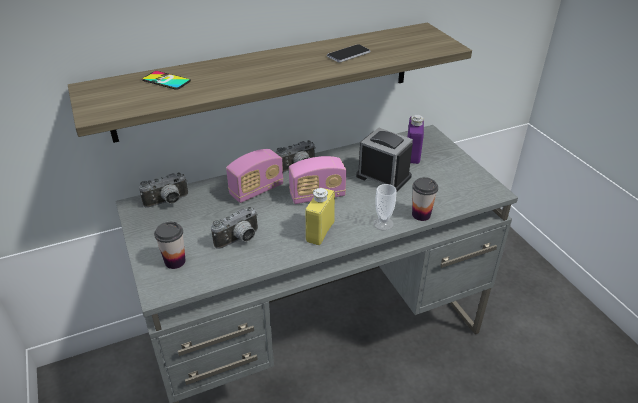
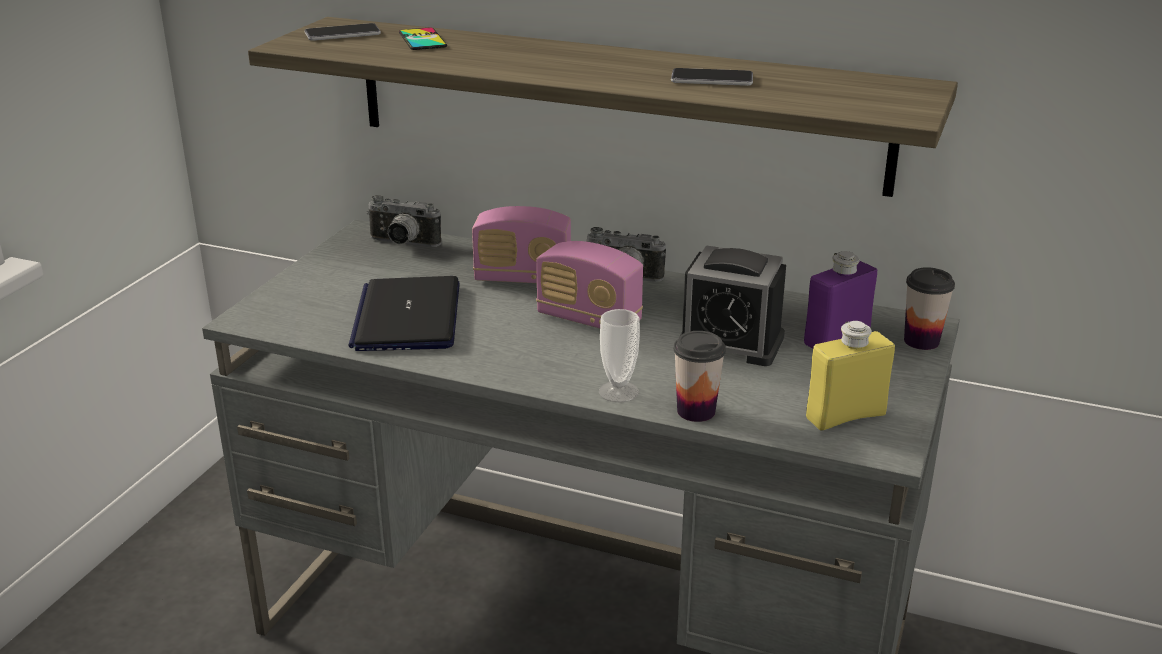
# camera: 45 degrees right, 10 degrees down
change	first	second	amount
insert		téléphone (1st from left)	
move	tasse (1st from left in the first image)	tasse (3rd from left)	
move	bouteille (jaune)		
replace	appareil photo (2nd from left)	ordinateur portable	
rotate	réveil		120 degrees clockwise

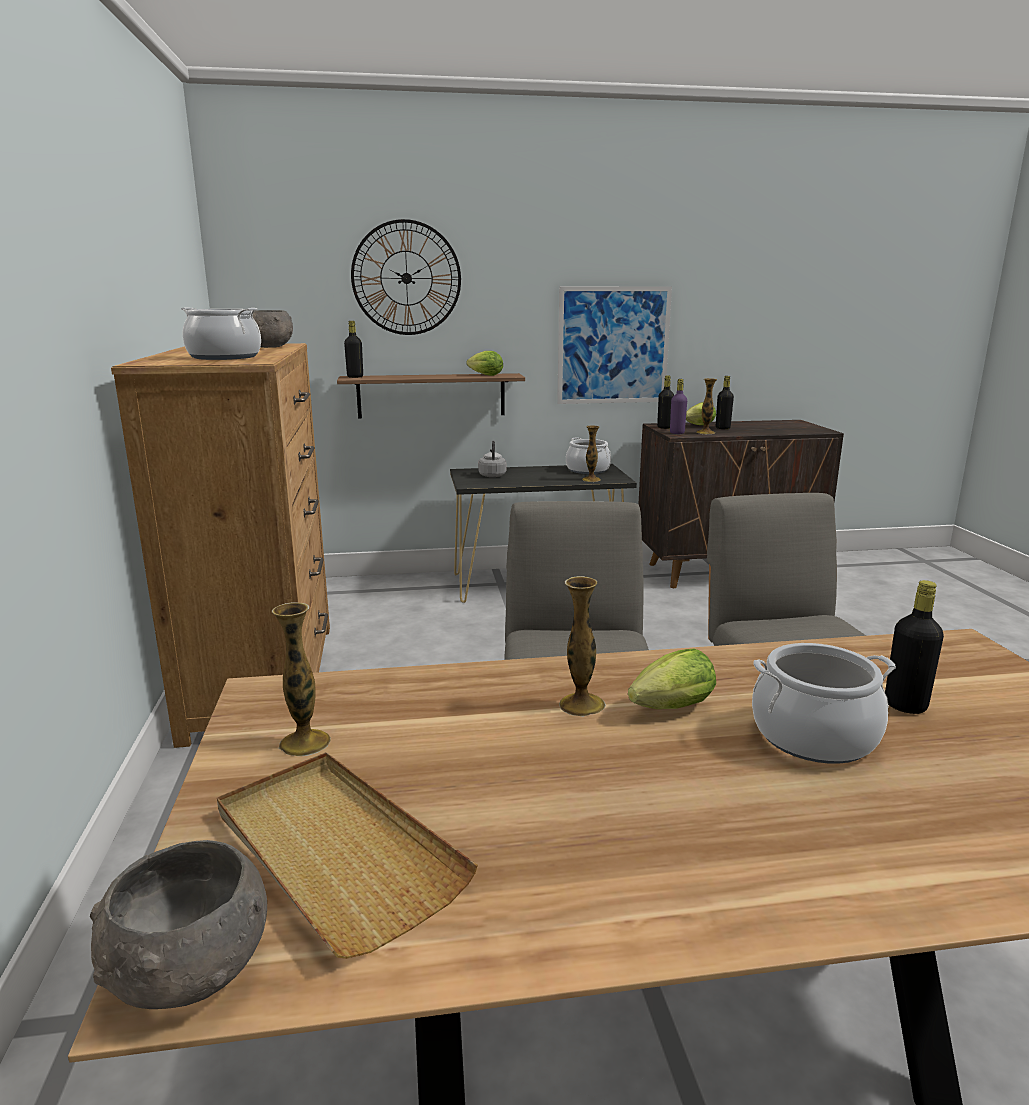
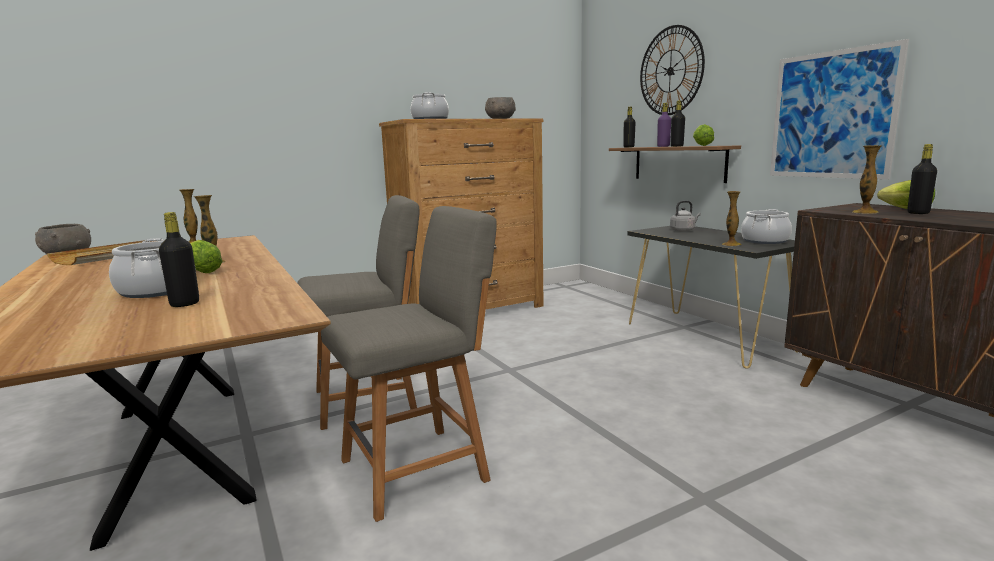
# camera: 70 degrees right, 5 degrees down
change	first	second	amount
move	bouteille (noir) (2nd from left in the first image)	bouteille (noir) (3rd from left)	
move	bouteille (violet)		

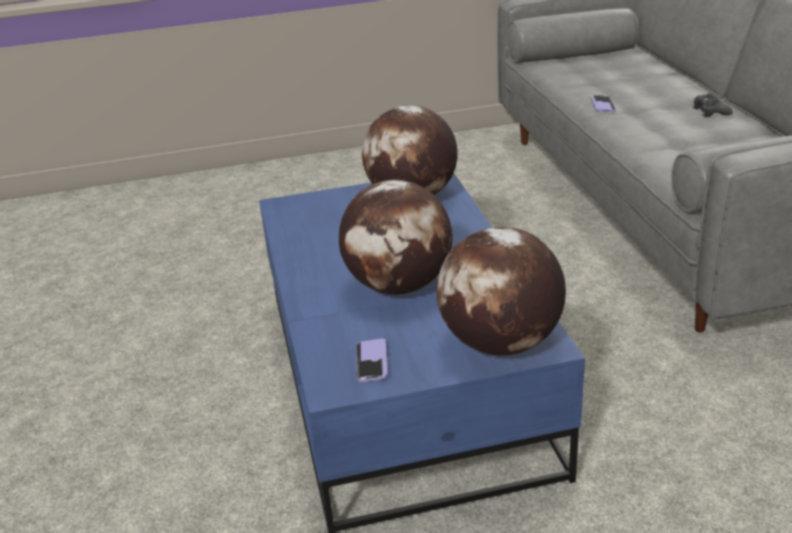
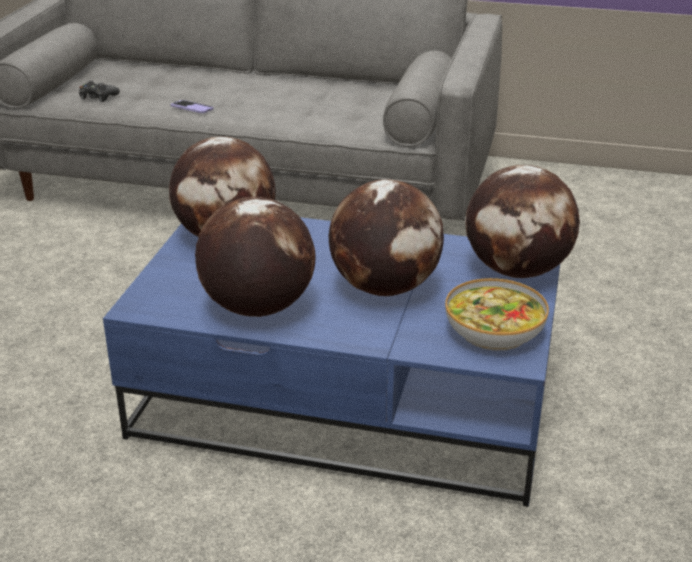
# camera: 65 degrees left, 0 degrees up
change	first	second	amount
insert		globe (2nd from left)	
move	manette (noir)		
replace	téléphone (1st from left)	bol	

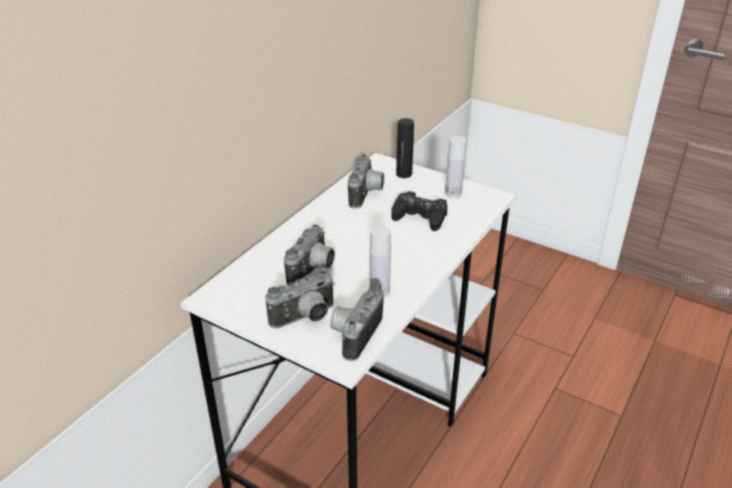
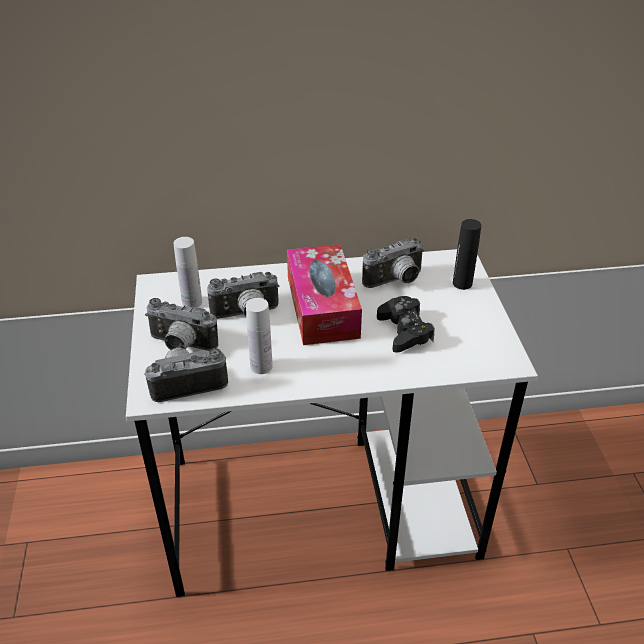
# camera: 50 degrees right, 5 degrees up
change	first	second	amount
insert		boîte à mouchoirs	
move	bouteille (blanc) (2nd from left in the first image)	bouteille (blanc) (1st from left)	

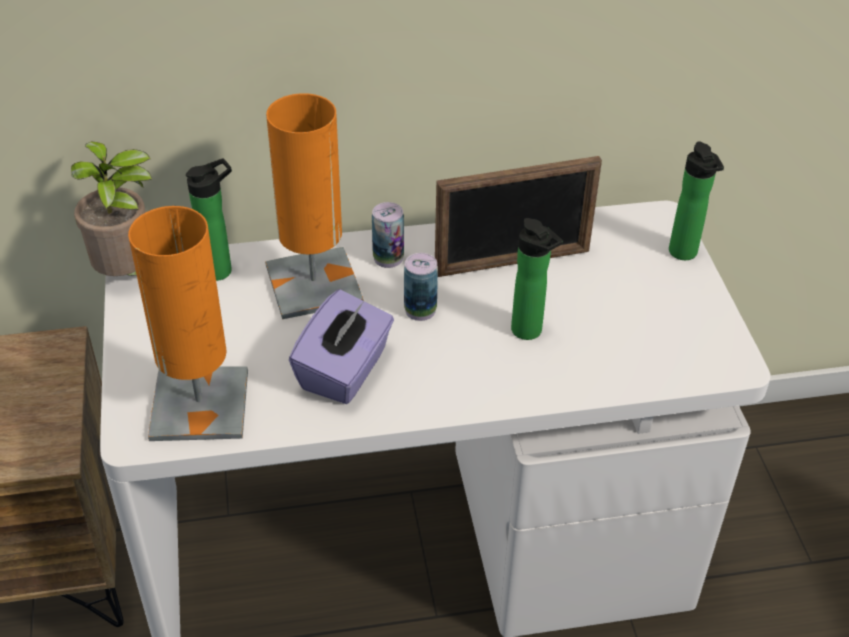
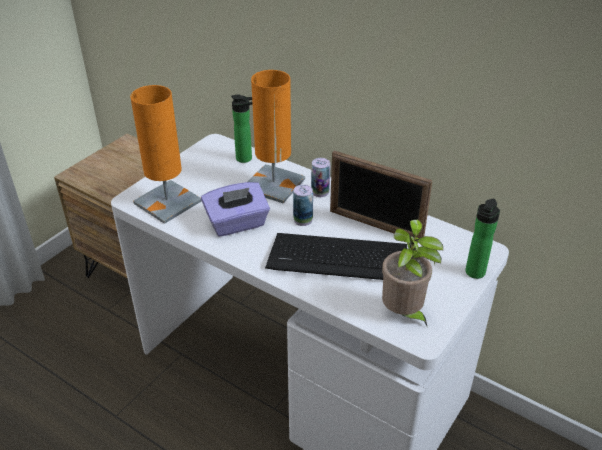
# camera: 45 degrees right, 5 degrees down
change	first	second	amount
move	plante en pot		
replace	bouteille (2nd from left)	clavier	

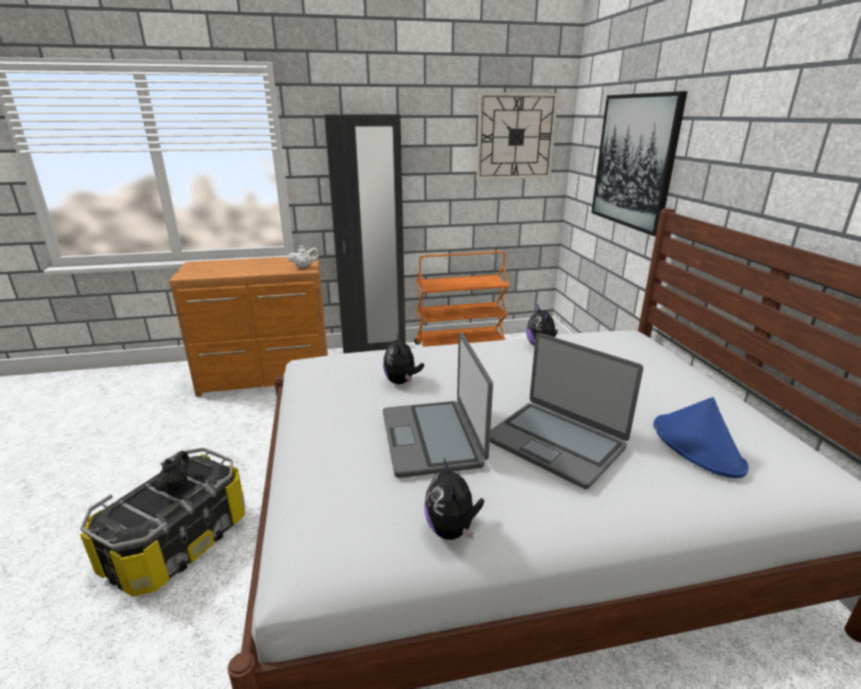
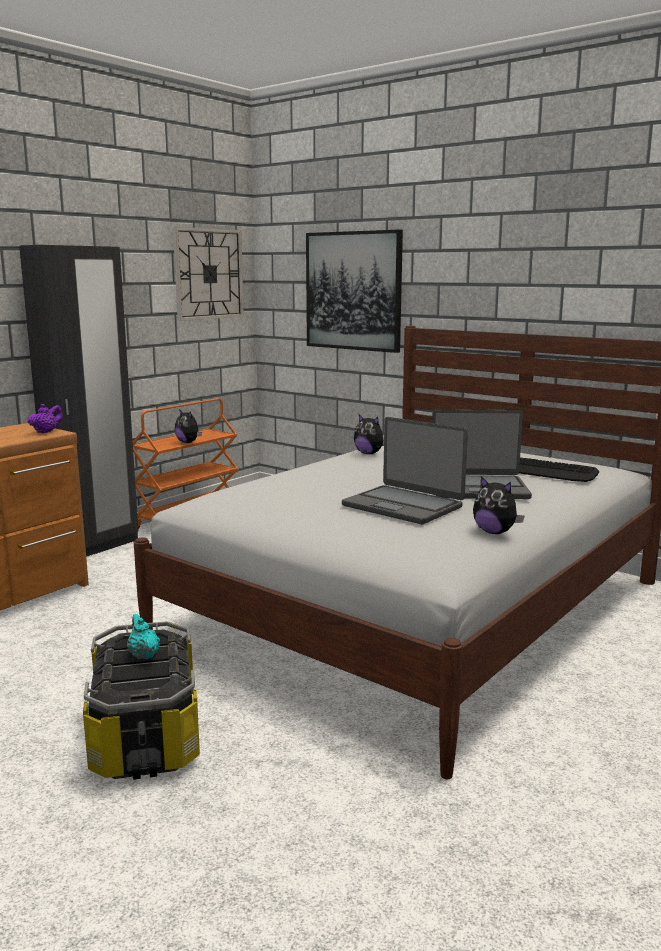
# camera: 40 degrees left, 10 degrees down
change	first	second	amount
move	peluche (1st from left)		
replace	chapeau (bleu)	clavier	
recolor	théière (noir)	théière (turquoise)	
recolor	théière (blanc)	théière (violet)	

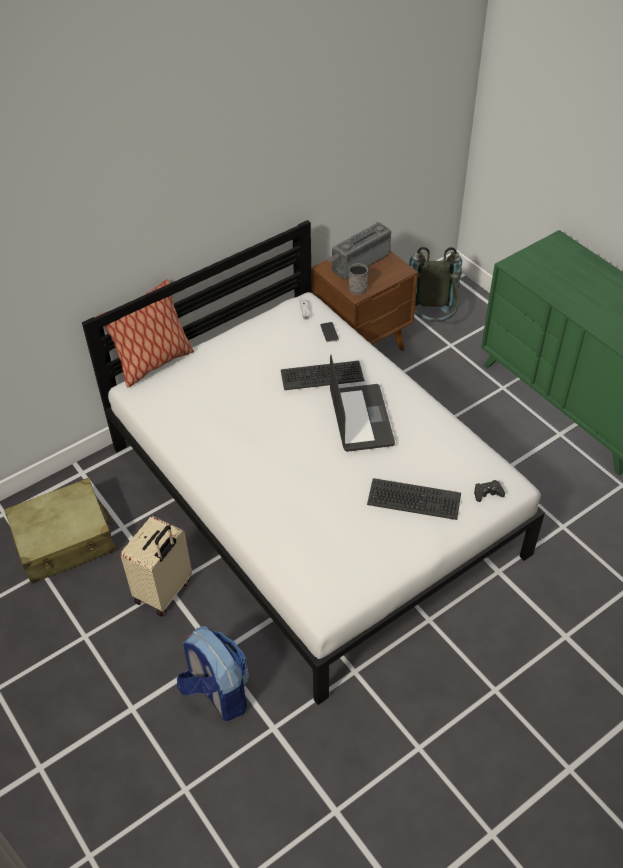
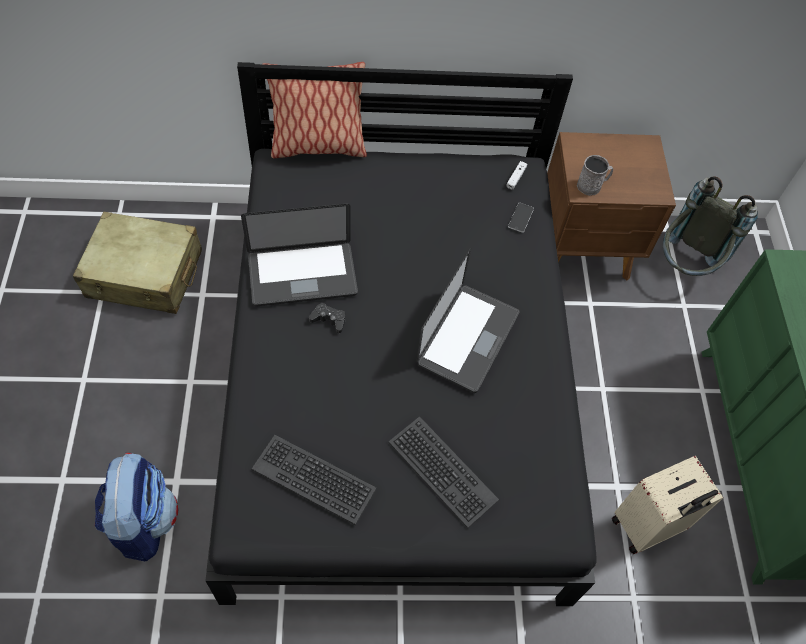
# camera: 30 degrees right, 10 degrees up
change	first	second	amount
delete	radio		
insert		ordinateur portable (1st from left)	
move	valise (beige) (2nd from left)		
move	clavier (1st from left)		
move	manette (noir)		
recolor	lit (blanc)	lit (noir)	

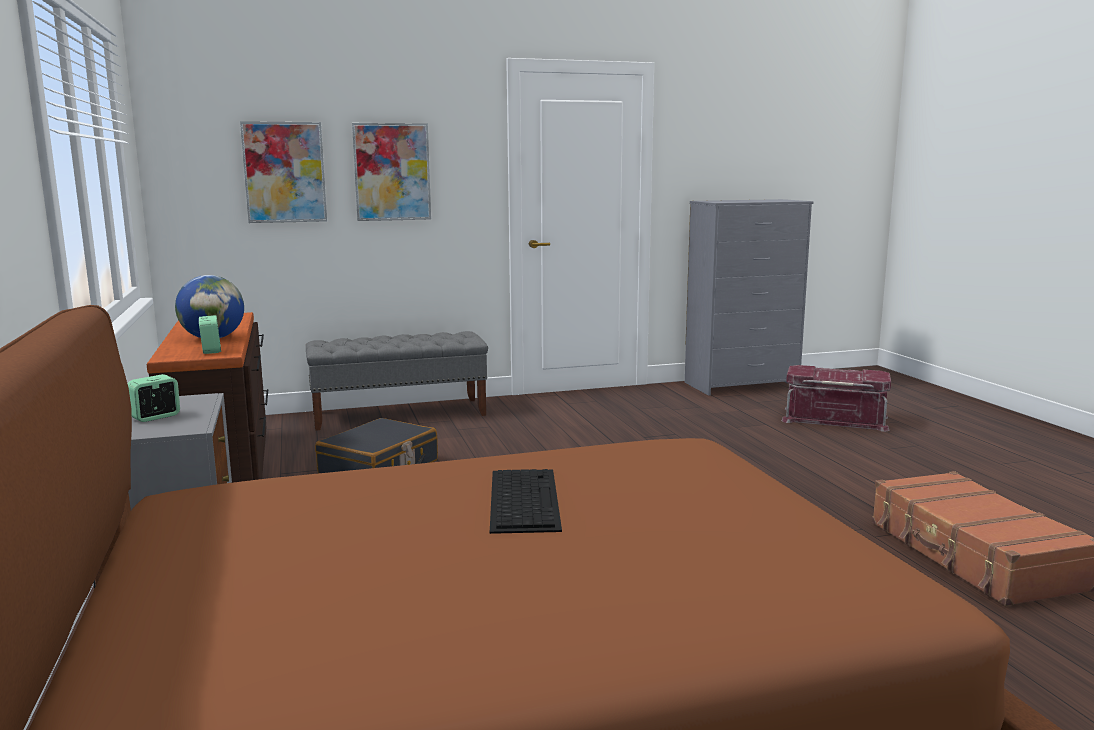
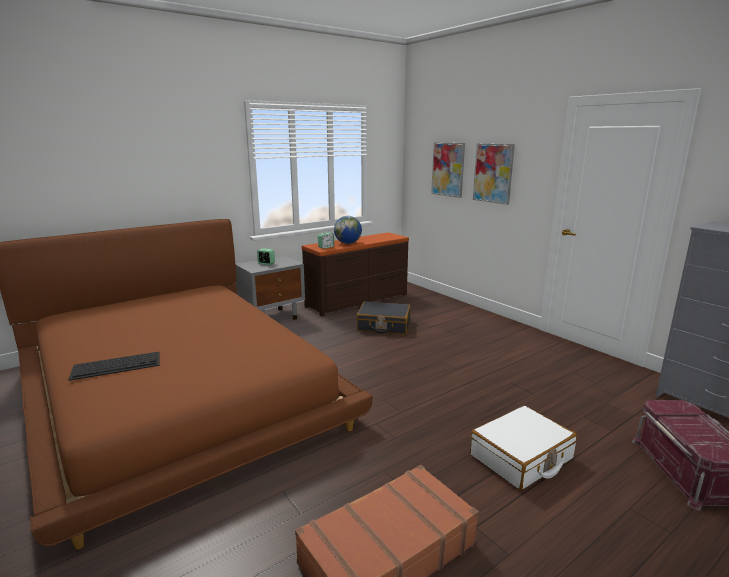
# camera: 70 degrees right, 5 degrees up
change	first	second	amount
delete	banc (gris)		
insert		valise (blanc)	
move	clavier		

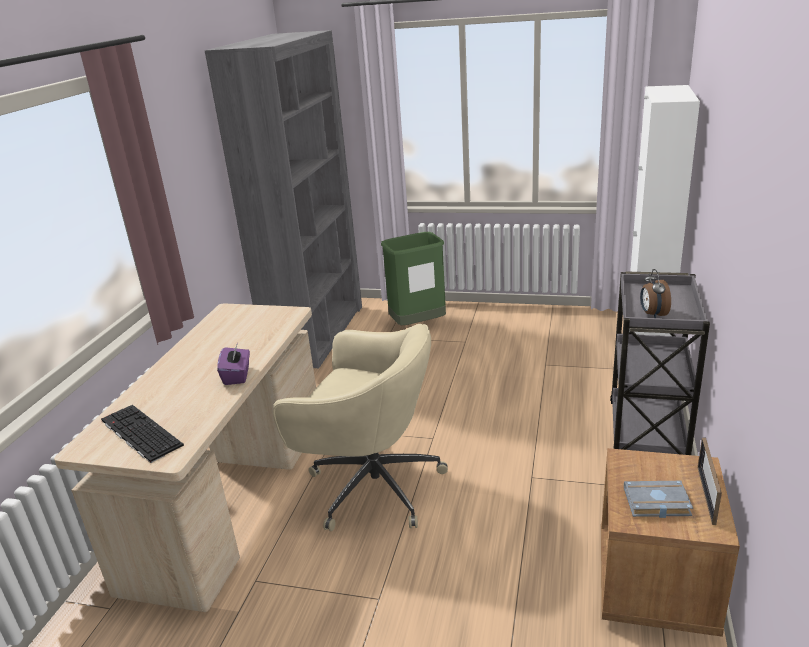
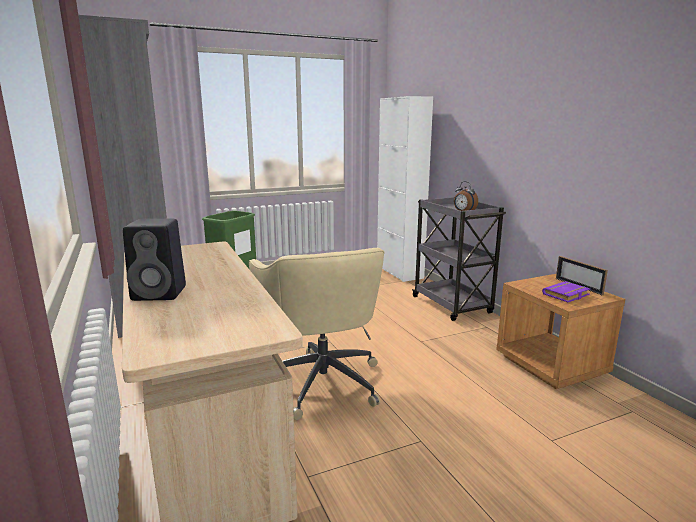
# camera: 40 degrees left, 10 degrees down
change	first	second	amount
delete	clavier		
delete	boîte à mouchoirs (violet)		
insert		enceinte (noir)	
recolor	livre (gris)	livre (violet)	
rotate	chaise de bureau (beige)		90 degrees clockwise

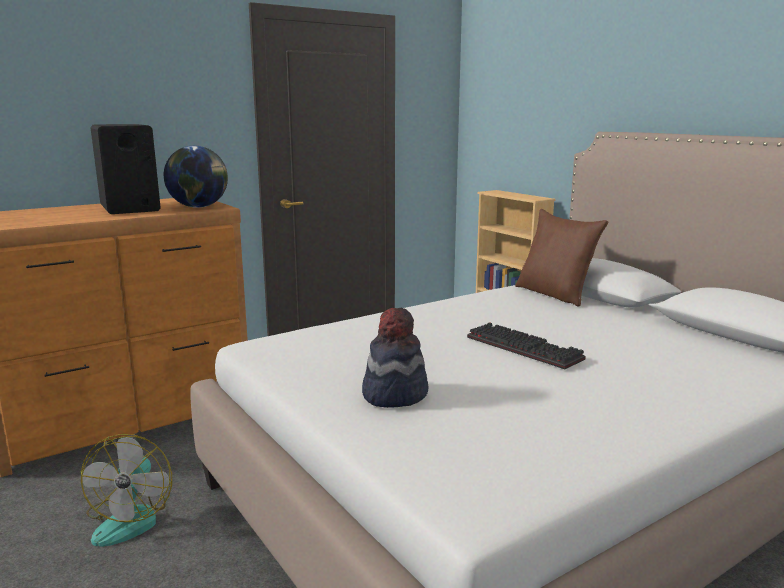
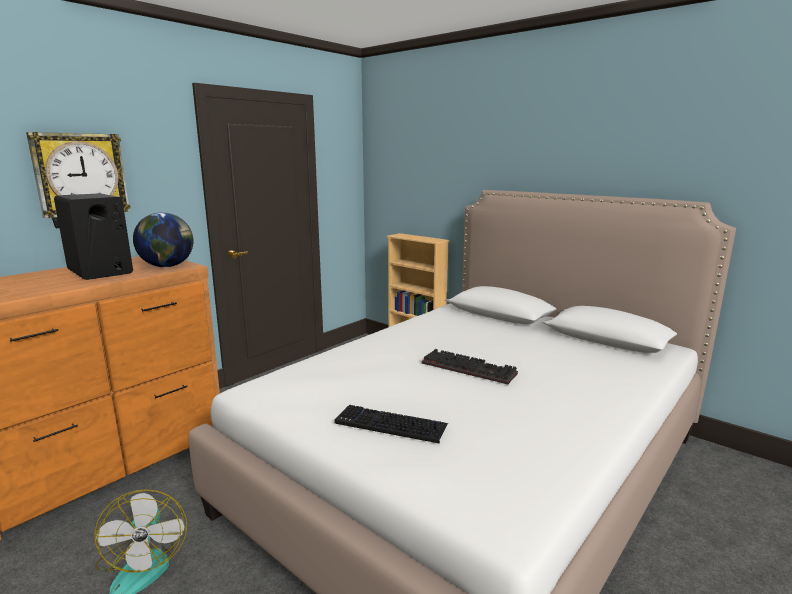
# camera: 15 degrees left, 0 degrees up
change	first	second	amount
delete	coussin (marron)		
insert		horloge murale	
replace	chapeau	clavier (1st from left)	

